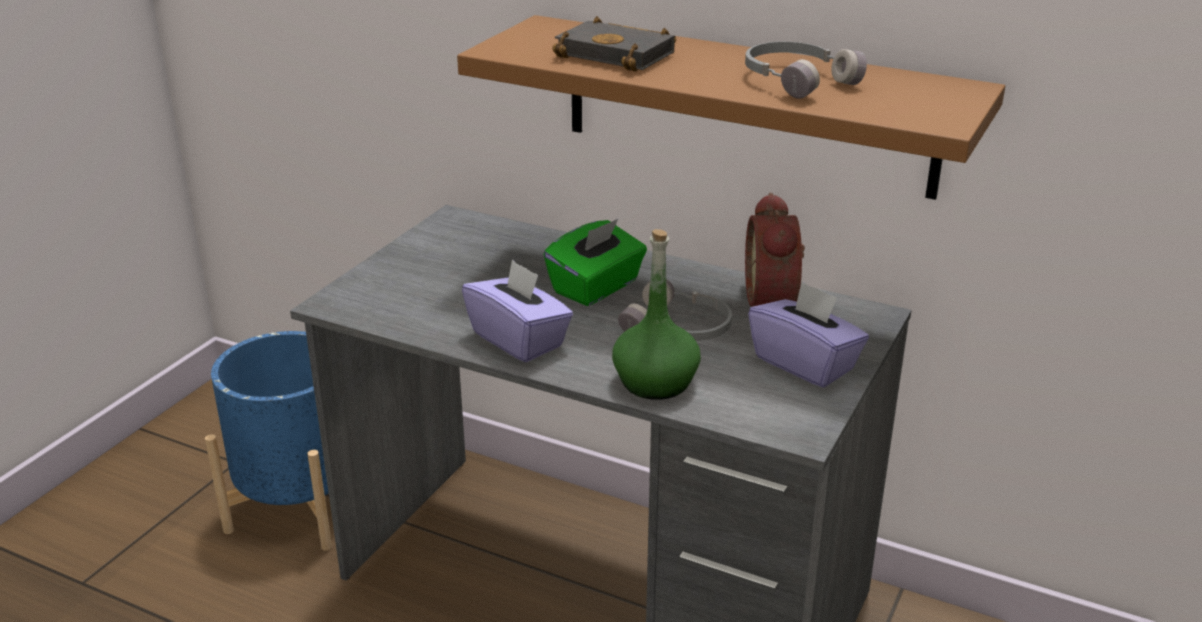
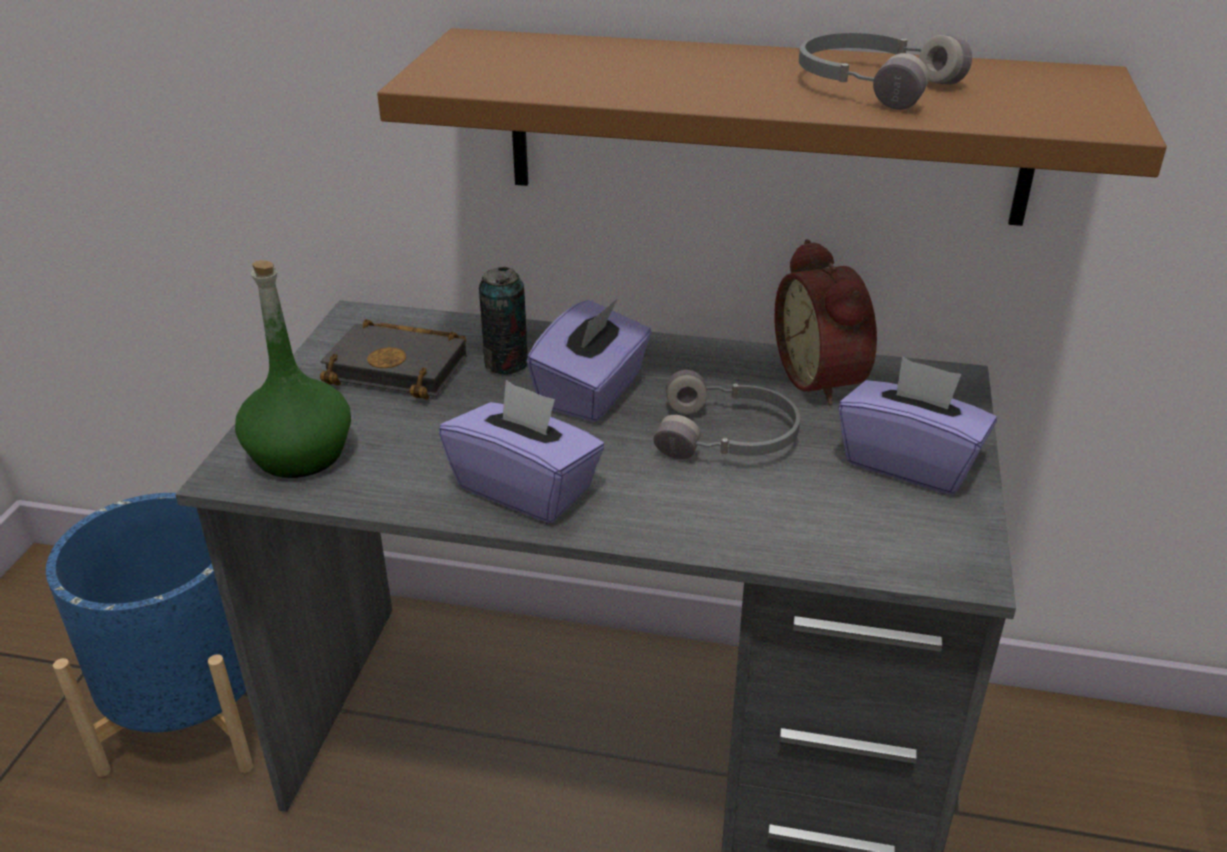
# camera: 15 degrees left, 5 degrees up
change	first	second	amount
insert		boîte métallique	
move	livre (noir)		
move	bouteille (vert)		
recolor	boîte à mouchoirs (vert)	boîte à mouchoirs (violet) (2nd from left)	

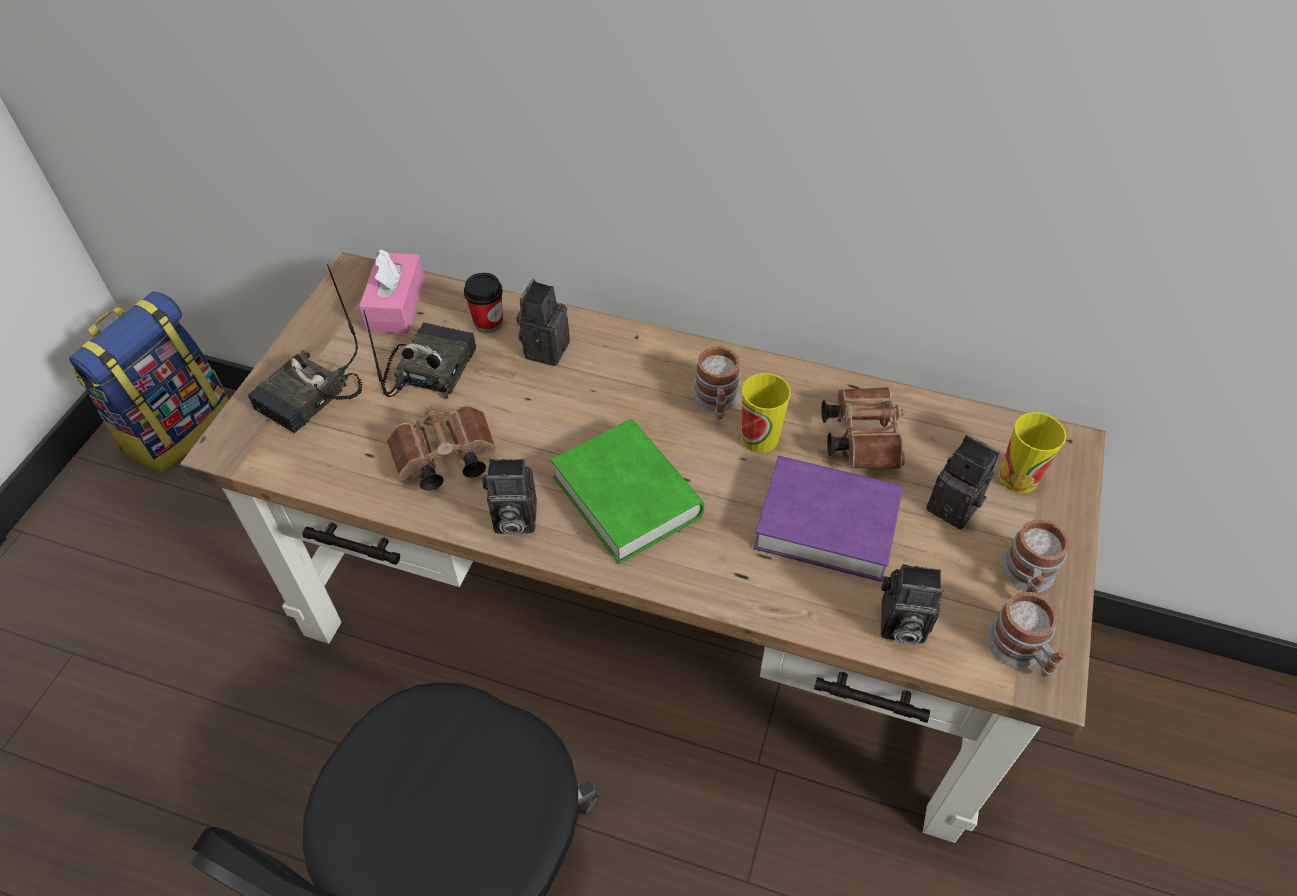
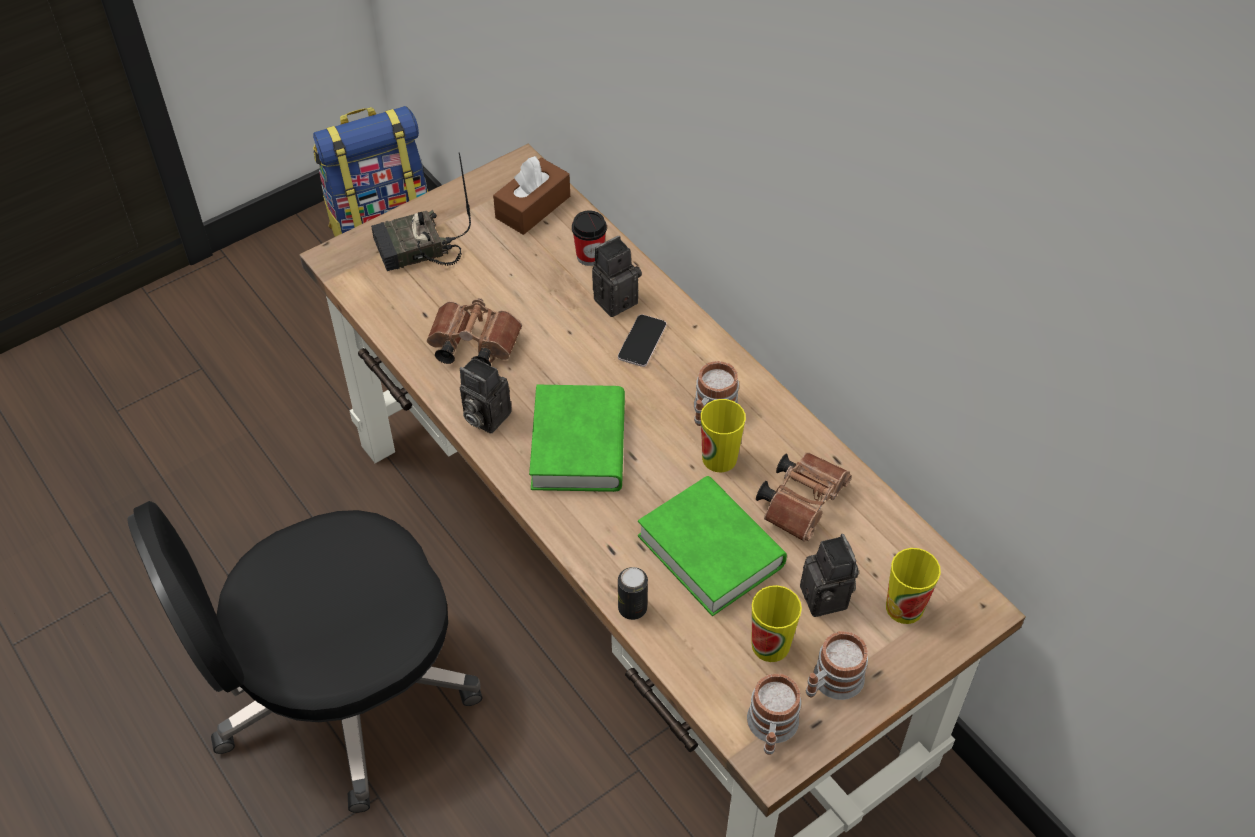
# camera: 35 degrees right, 0 degrees up
change	first	second	amount
delete	radio (2nd from left)		
delete	appareil photo (3rd from left)		
insert		téléphone	
insert		boîte métallique	
insert		tasse (3rd from left)	
recolor	boîte à mouchoirs (rose)	boîte à mouchoirs (marron)	
recolor	livre (violet)	livre (vert) (2nd from left)	

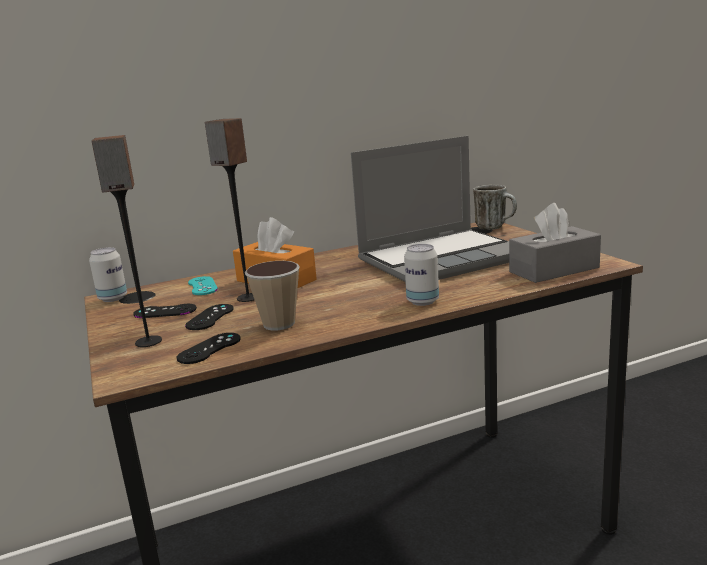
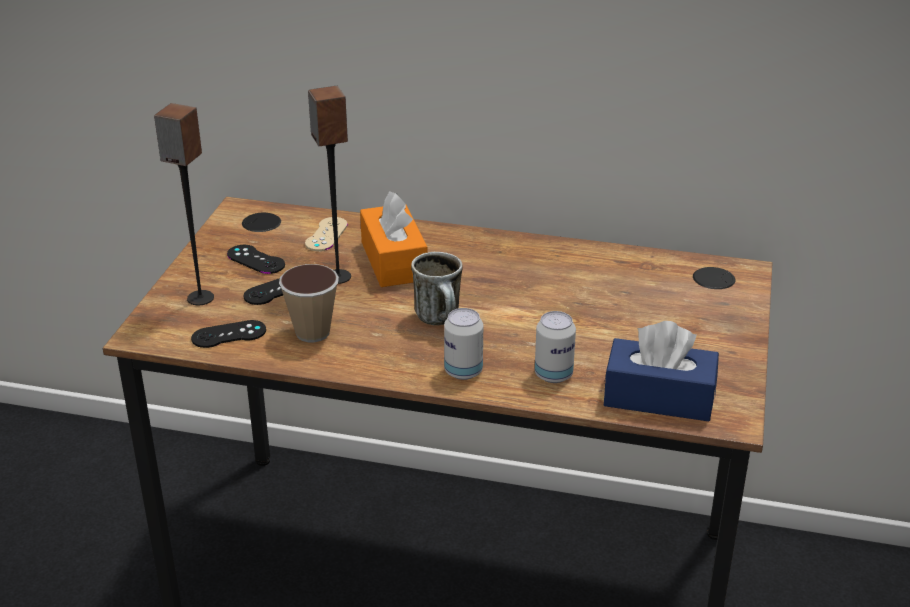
# camera: 35 degrees right, 15 degrees up
change	first	second	amount
delete	ordinateur portable		
move	boîte métallique (1st from left in the first image)	boîte métallique (2nd from left)	
move	mug		
recolor	manette (turquoise)	manette (beige)	
recolor	boîte à mouchoirs (gris)	boîte à mouchoirs (bleu)	

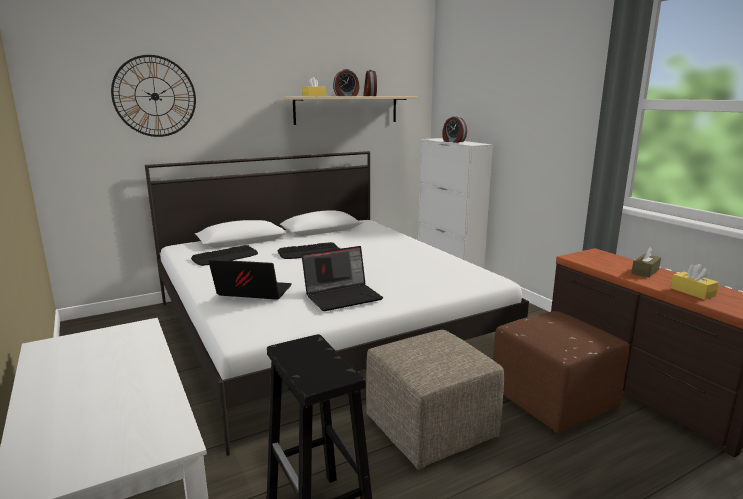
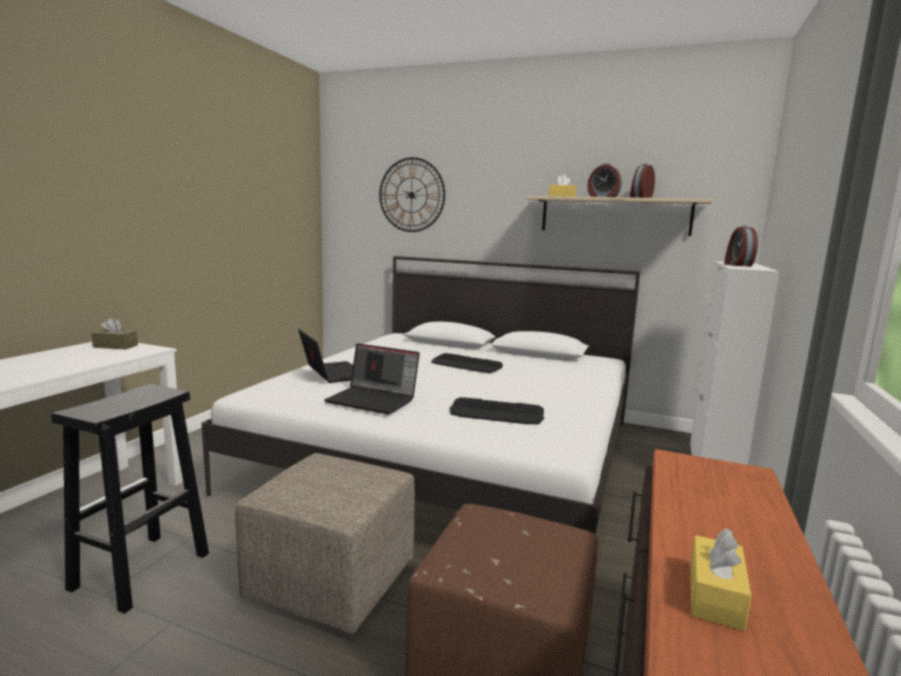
# camera: 50 degrees right, 5 degrees down
change	first	second	amount
move	clavier (1st from left in the first image)	clavier (2nd from left)	
move	boîte à mouchoirs (marron)		

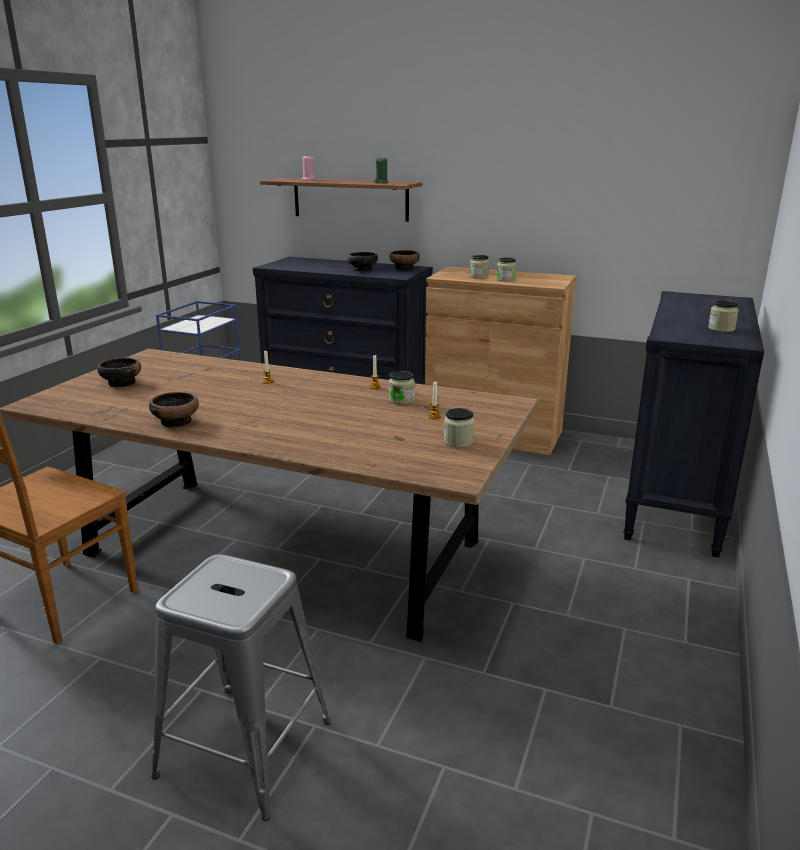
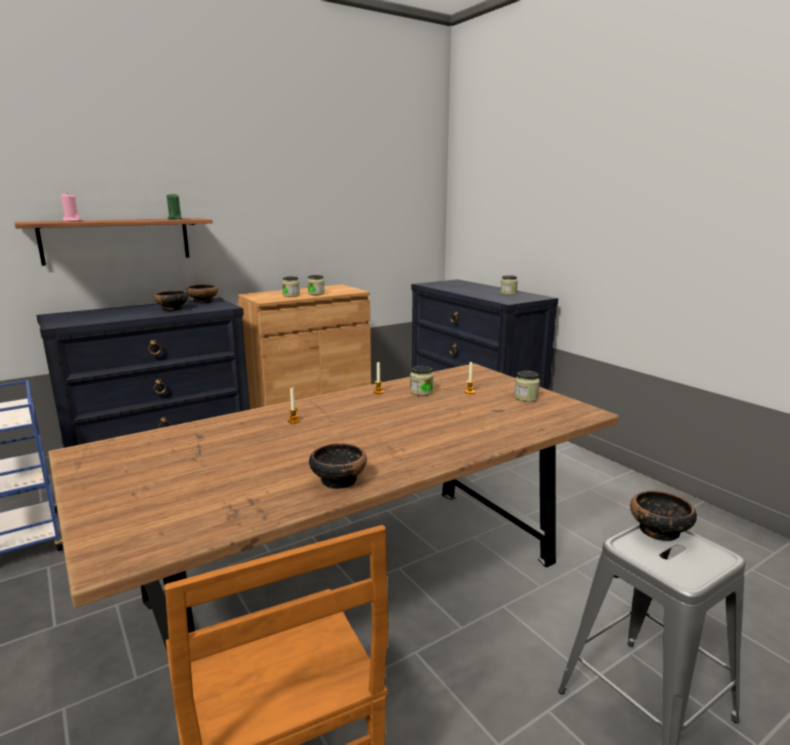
# camera: 55 degrees left, 5 degrees down
change	first	second	amount
move	bol (1st from left in the first image)	bol (4th from left)	

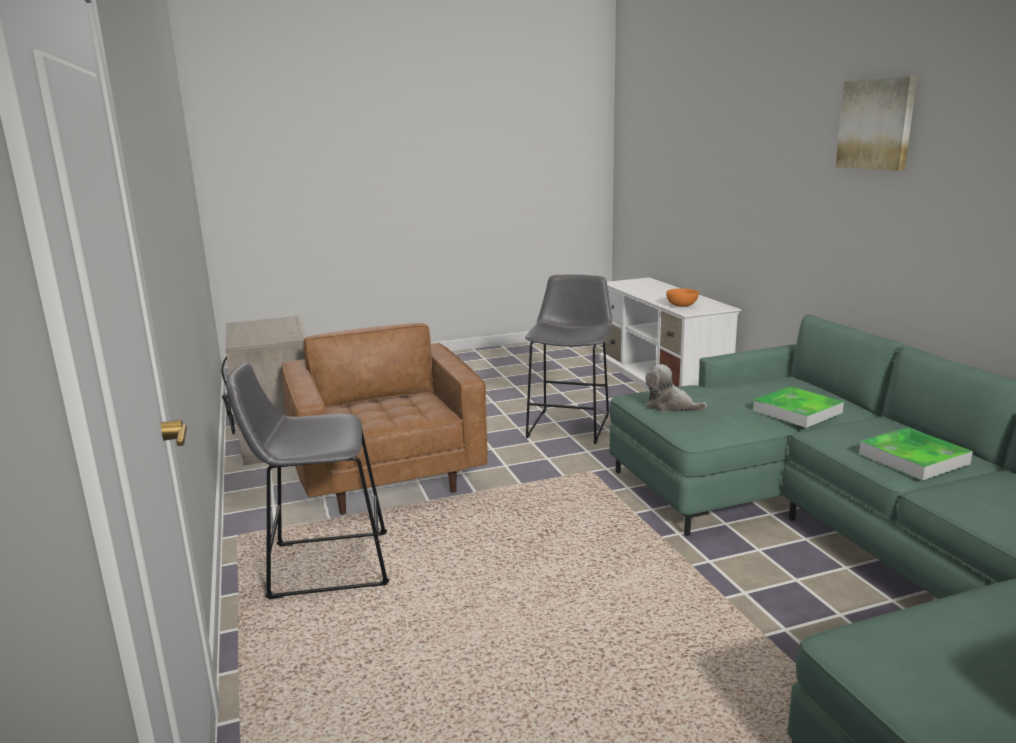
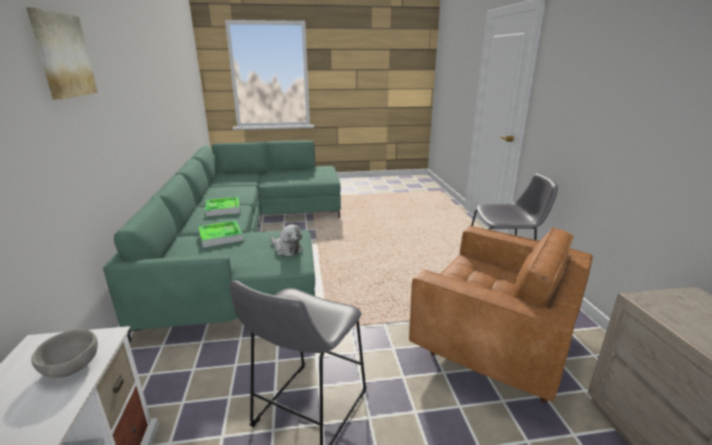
# camera: 170 degrees left, 5 degrees up
change	first	second	amount
recolor	bol (orange)	bol (gris)	
rotate	fauteuil (marron)		45 degrees counterclockwise

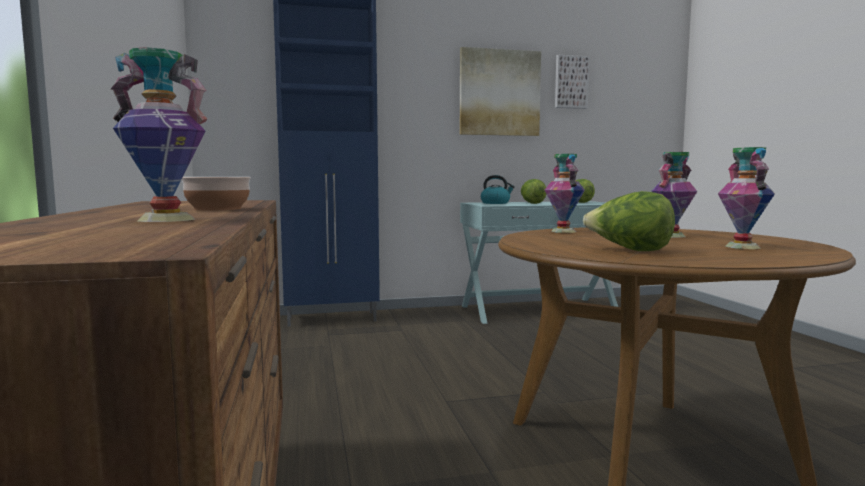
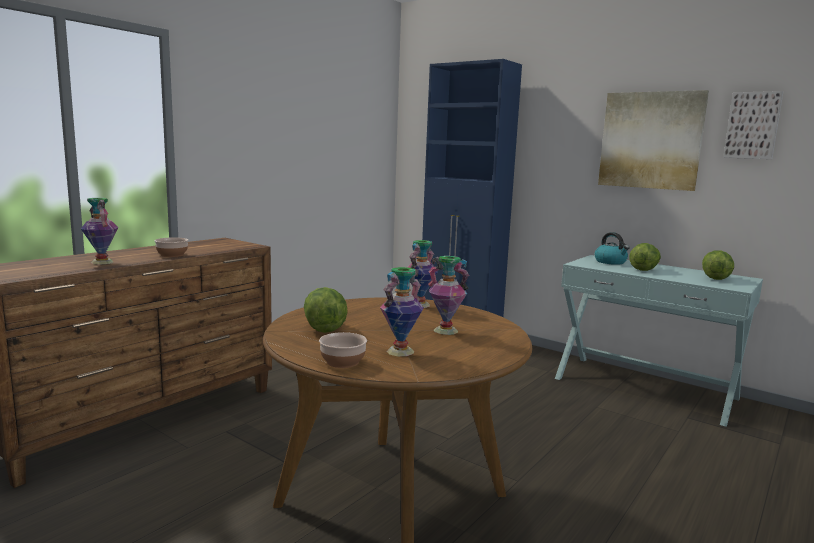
# camera: 50 degrees right, 5 degrees up
change	first	second	amount
insert		bol (2nd from left)	

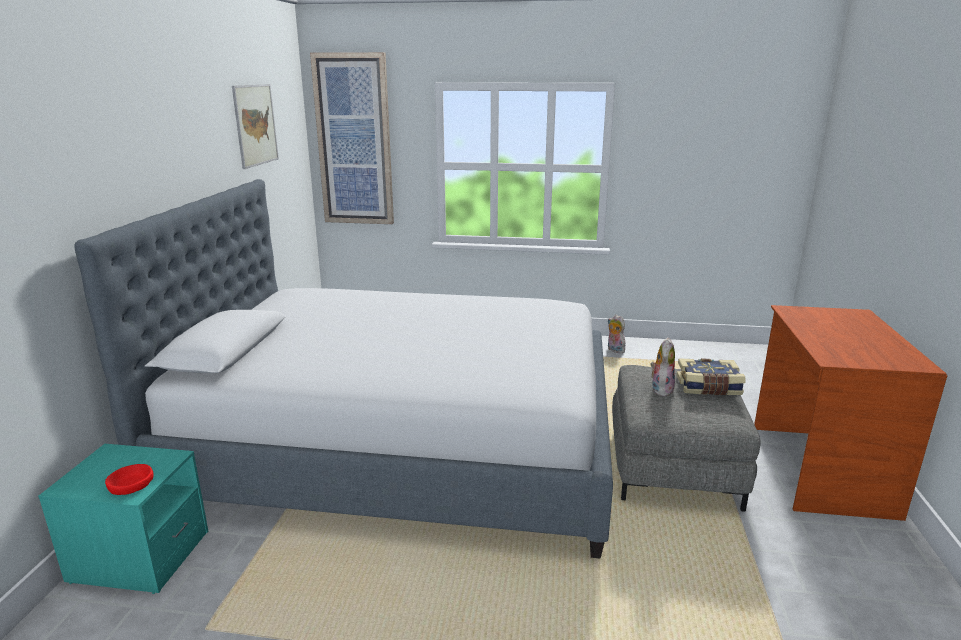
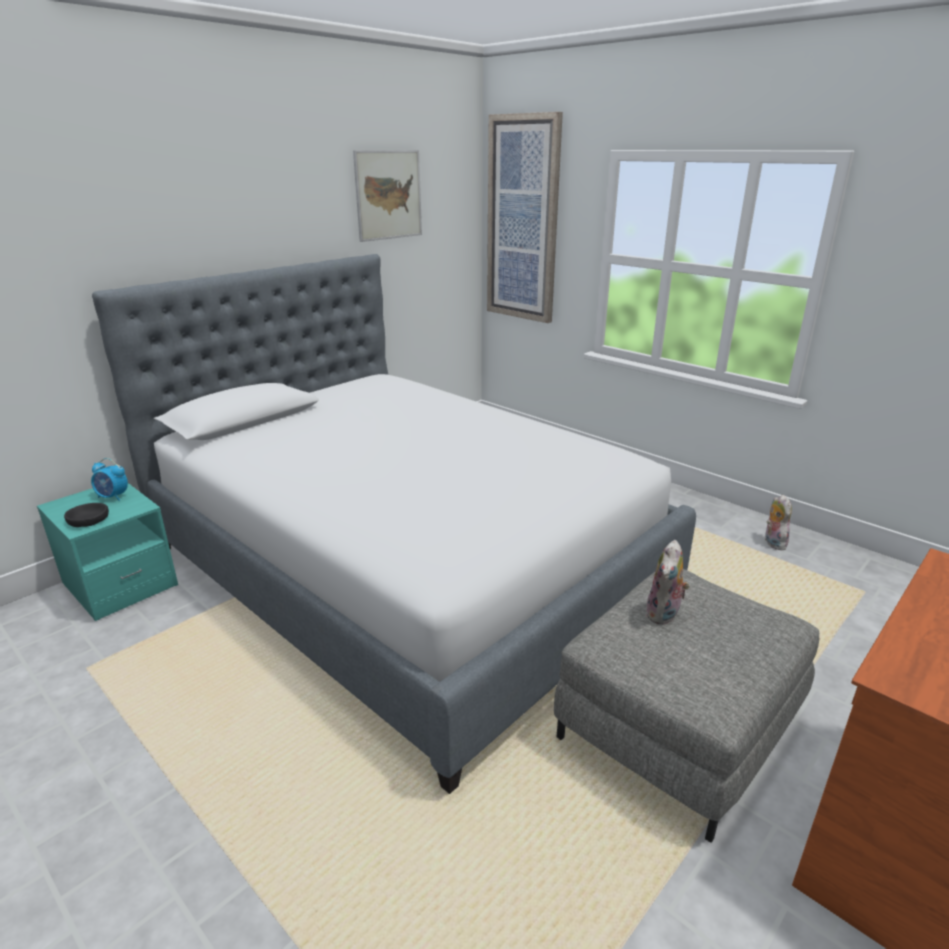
# camera: 35 degrees right, 5 degrees up
change	first	second	amount
delete	livre		
insert		réveil	
recolor	bol (rouge)	bol (noir)	
rotate	peluche (2nd from left in the first image)	peluche (1st from left)	150 degrees clockwise

